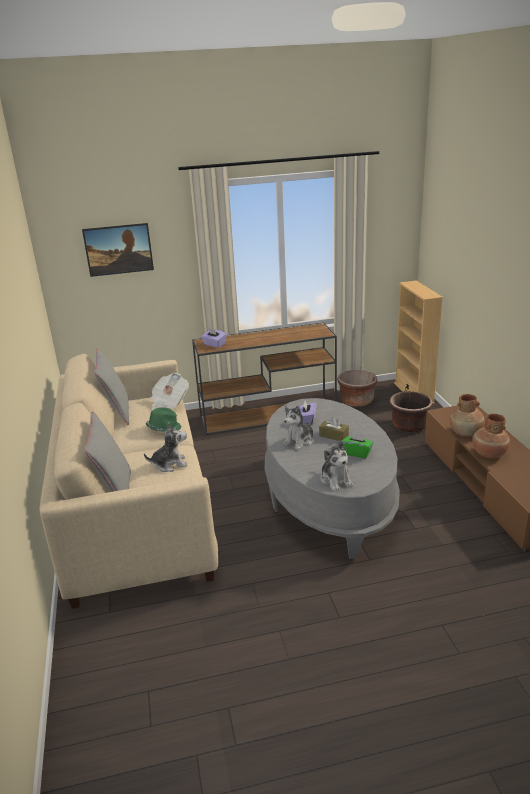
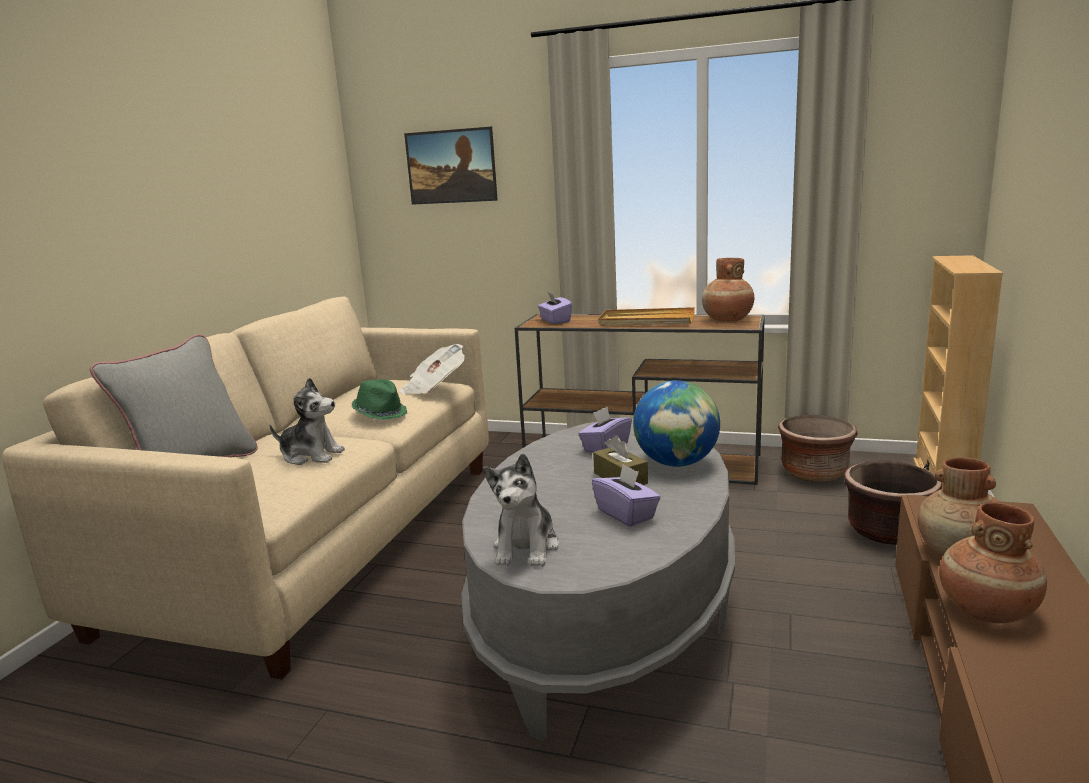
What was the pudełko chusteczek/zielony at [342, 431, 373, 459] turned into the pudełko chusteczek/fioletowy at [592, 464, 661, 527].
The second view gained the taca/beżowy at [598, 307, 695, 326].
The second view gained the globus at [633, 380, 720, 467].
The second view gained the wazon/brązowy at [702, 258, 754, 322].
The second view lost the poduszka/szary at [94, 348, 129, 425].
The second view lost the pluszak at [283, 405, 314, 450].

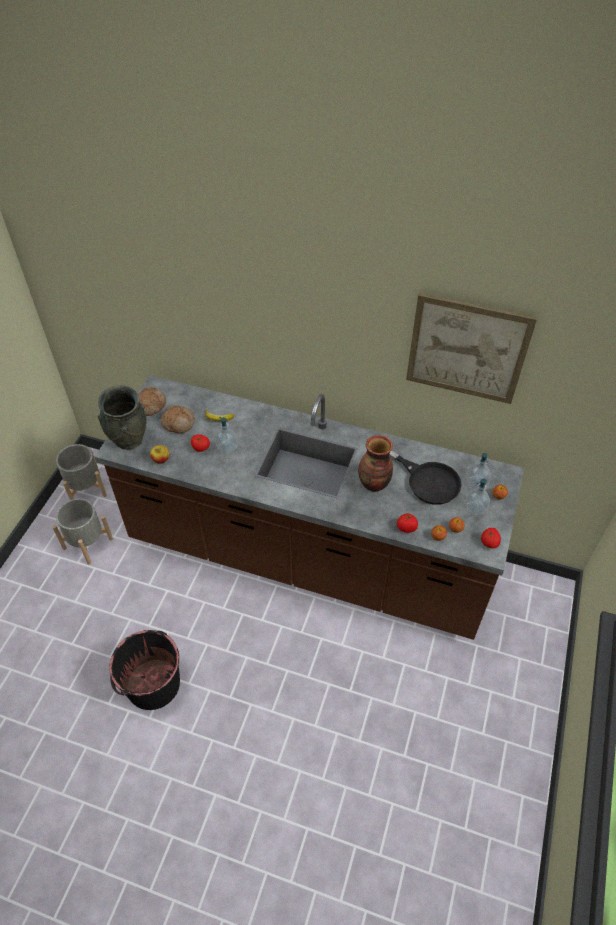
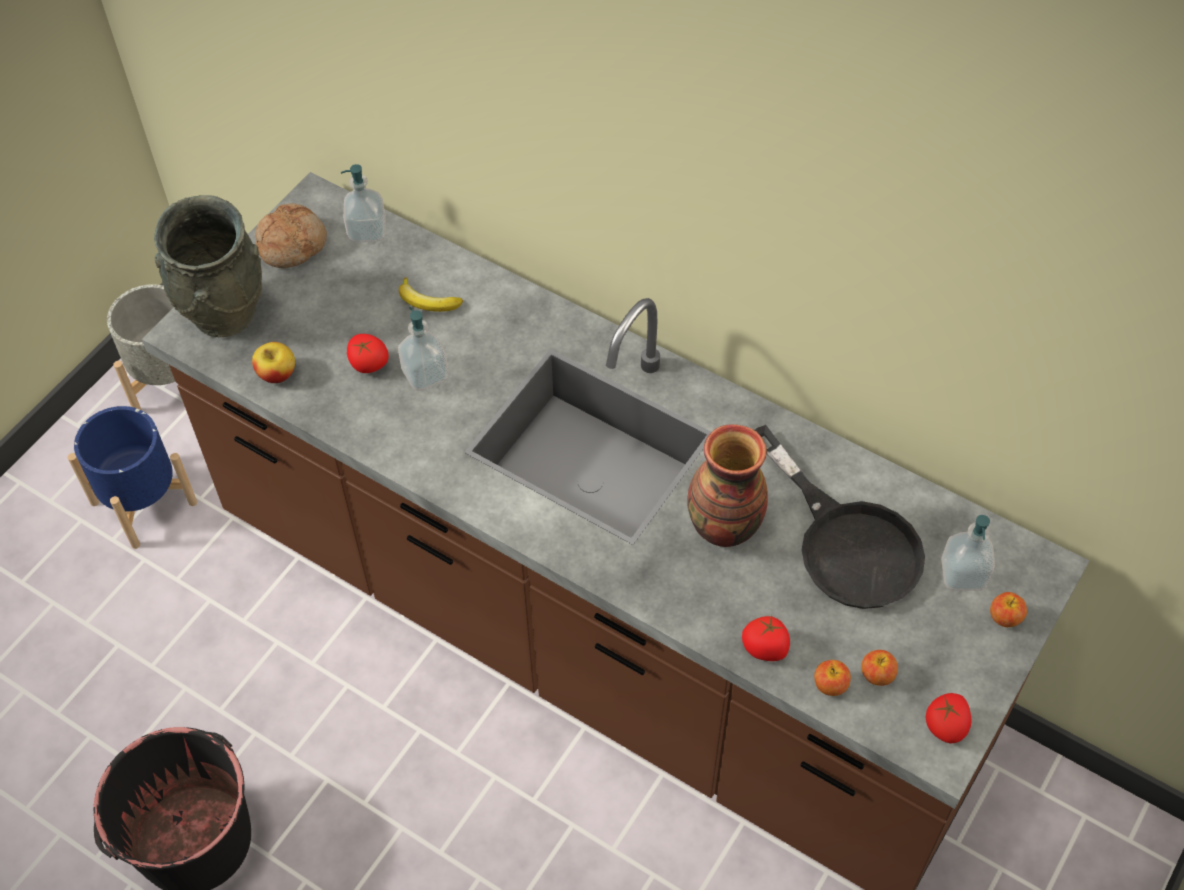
What was the donica/szary at [52, 498, 113, 564] turned into the donica/niebieski at [68, 406, 197, 549].
The dozownik mydła ended up elsewhere, having gone from [465, 479, 490, 516] to [341, 164, 386, 242].
The second view lost the chleb at [161, 405, 195, 434].
The second view lost the obraz at [406, 293, 537, 404].

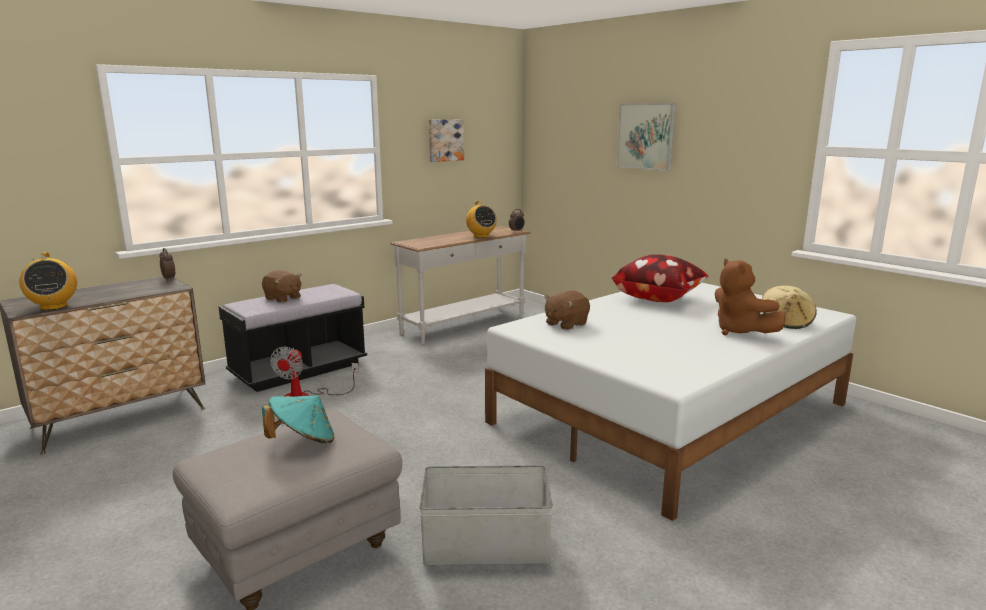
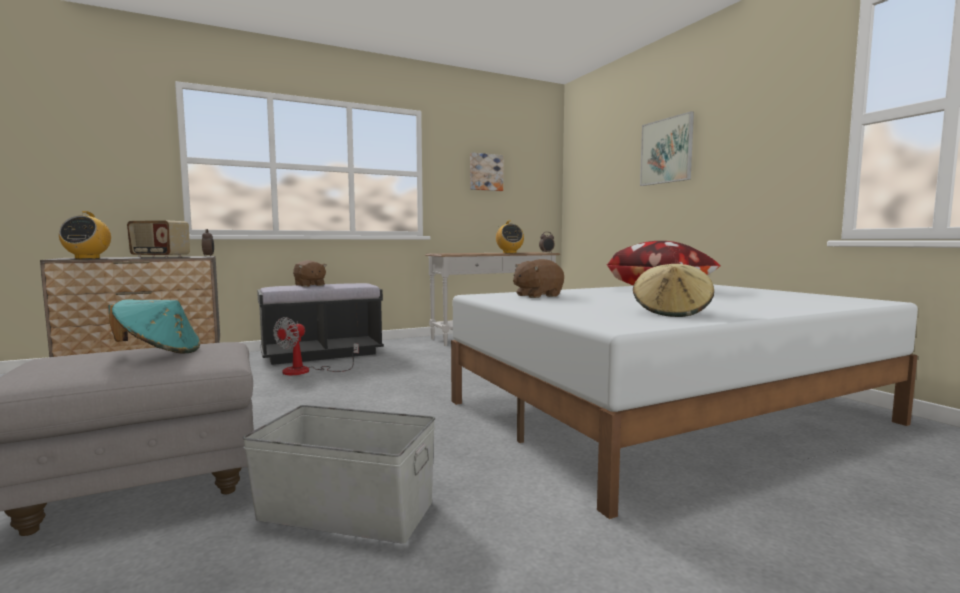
The second view gained the radio at [127, 220, 190, 258].
The kapelusz/beżowy ended up elsewhere, having gone from [762, 285, 817, 329] to [633, 264, 714, 317].
The second view lost the pluszak/brązowy at [715, 259, 785, 335].

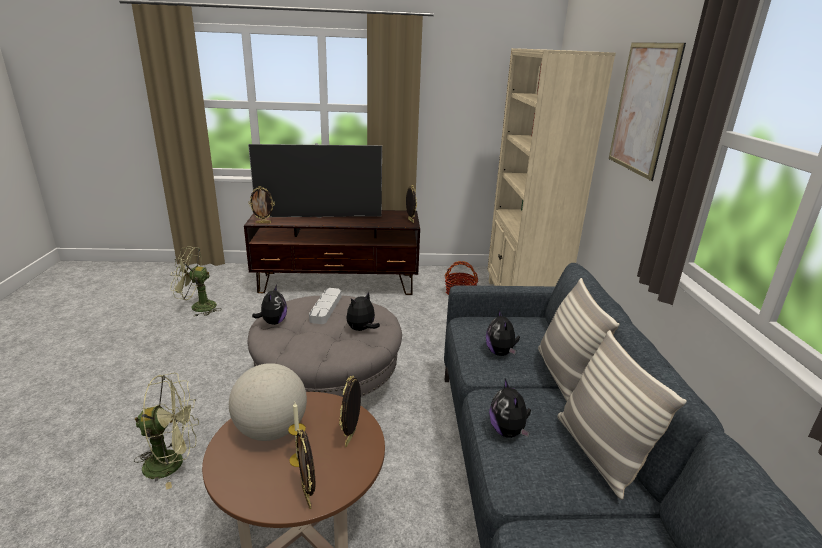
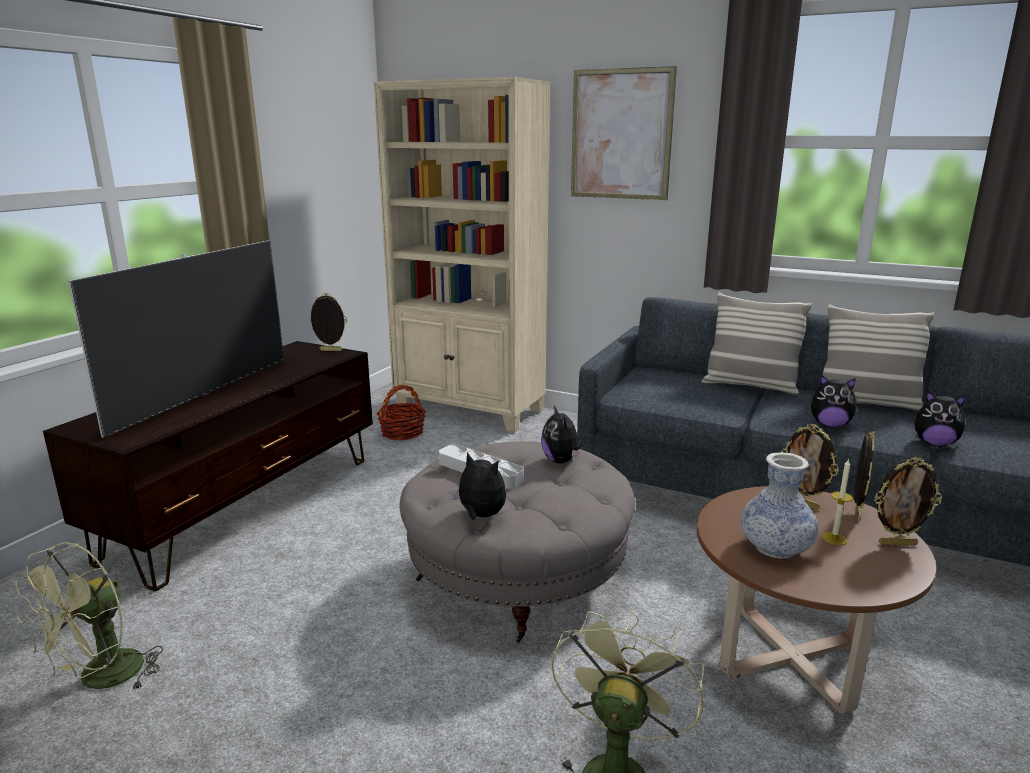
Where the globus stood at [229, 363, 307, 441], the wazon came to stand at [741, 453, 818, 559].
The ramka na zdjęcie ended up elsewhere, having gone from [248, 186, 275, 224] to [854, 431, 875, 521].
The pluszak ended up elsewhere, having gone from [486, 310, 520, 356] to [915, 391, 967, 446].

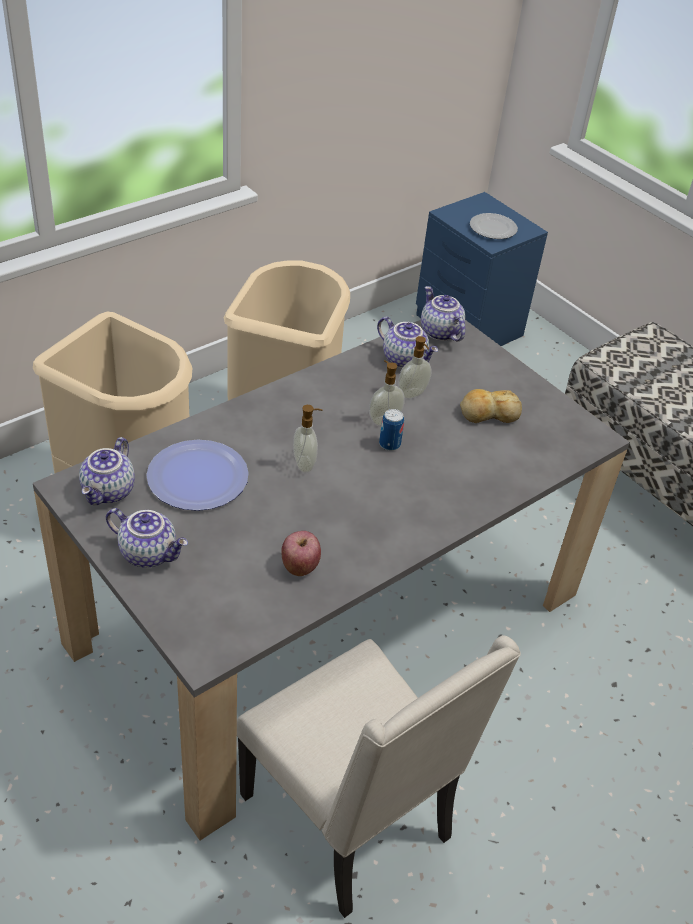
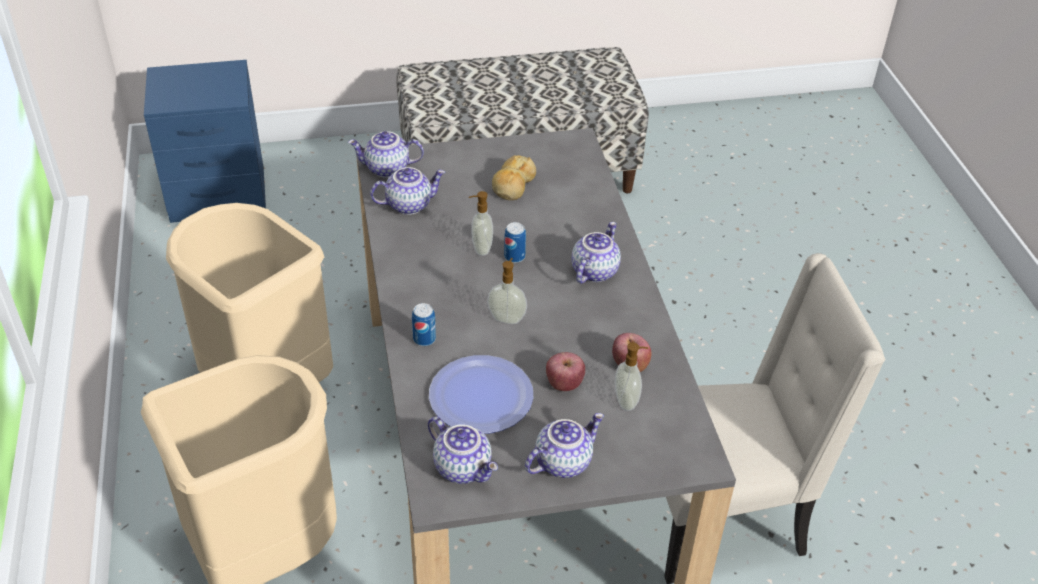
The second view gained the puszka at [412, 303, 436, 346].
The second view gained the jabłko at [546, 352, 585, 391].
The second view gained the imbryk at [572, 222, 621, 284].
The dozownik mydła ended up elsewhere, having gone from [398, 336, 432, 399] to [615, 342, 648, 411].
The second view lost the talerz at [470, 213, 518, 239].

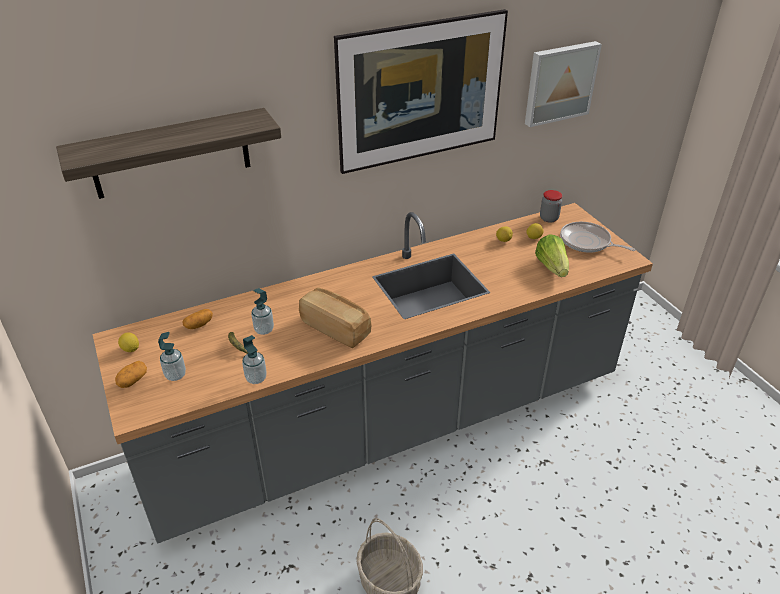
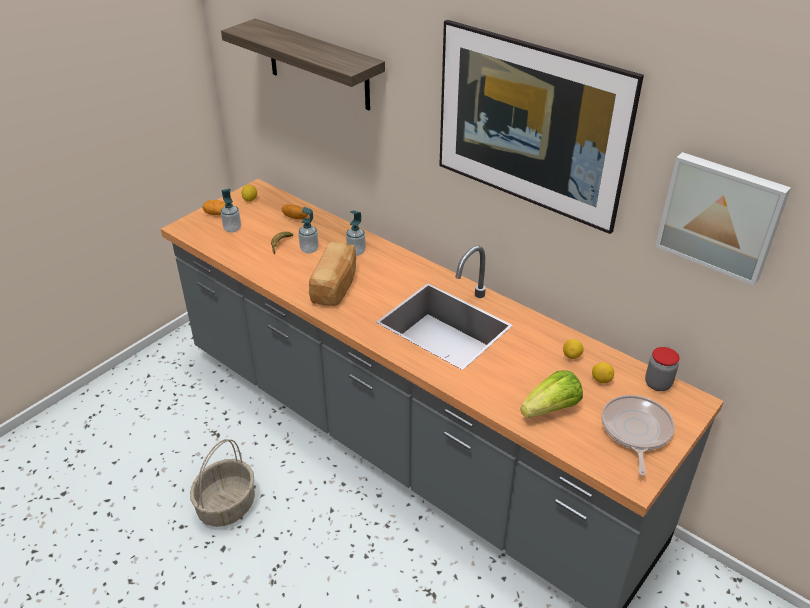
The dozownik mydła ended up elsewhere, having gone from [242, 335, 267, 384] to [346, 210, 366, 256].

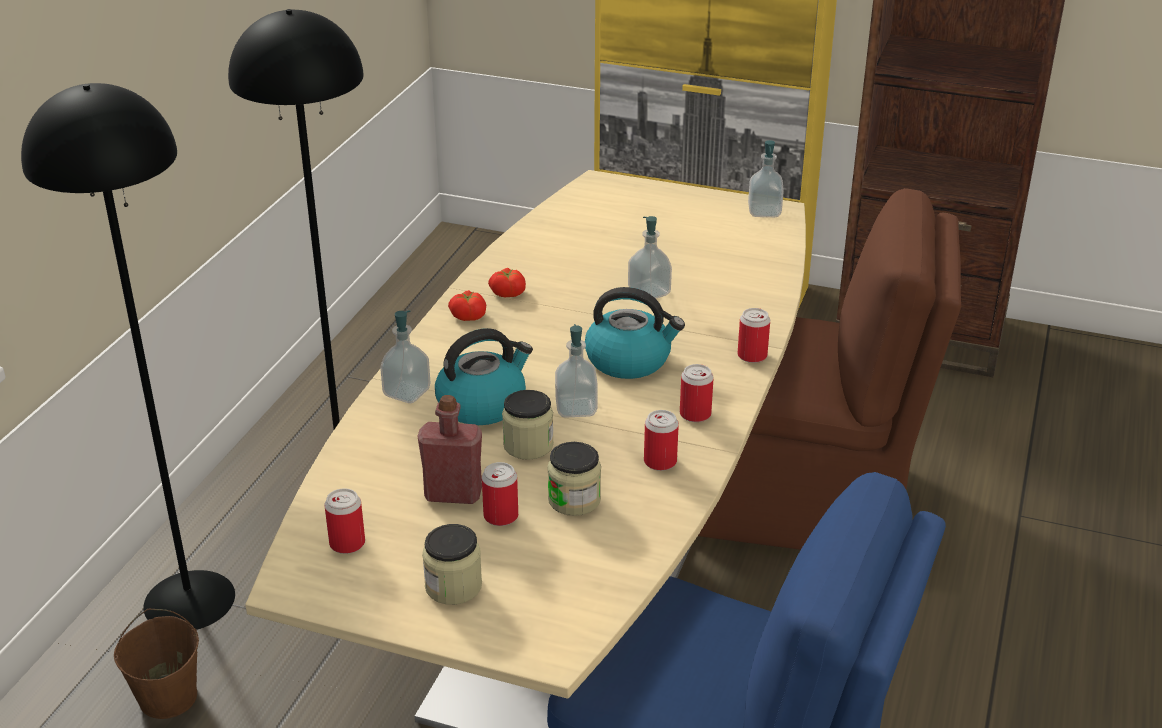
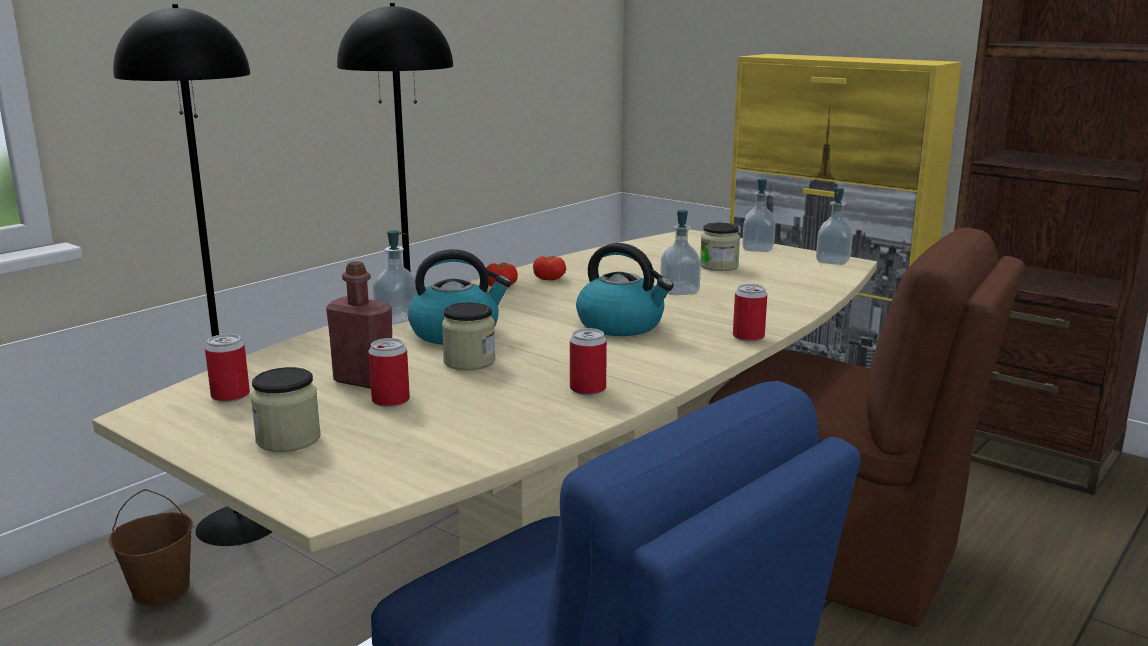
The słoik ended up elsewhere, having gone from [547, 442, 601, 516] to [700, 223, 740, 271].
The dozownik mydła ended up elsewhere, having gone from [555, 324, 598, 418] to [742, 179, 776, 252].
The second view lost the puszka at [680, 364, 714, 422].

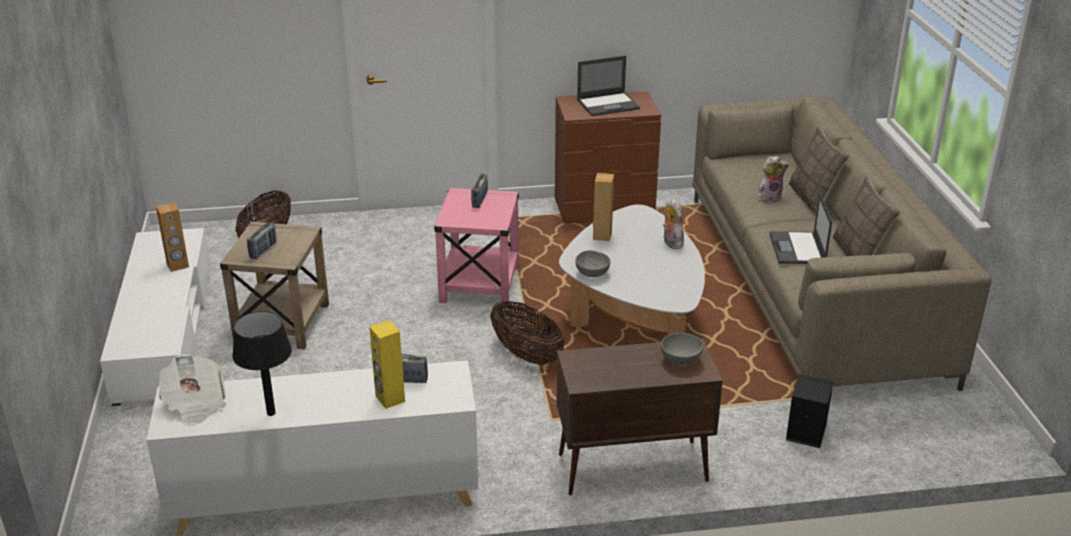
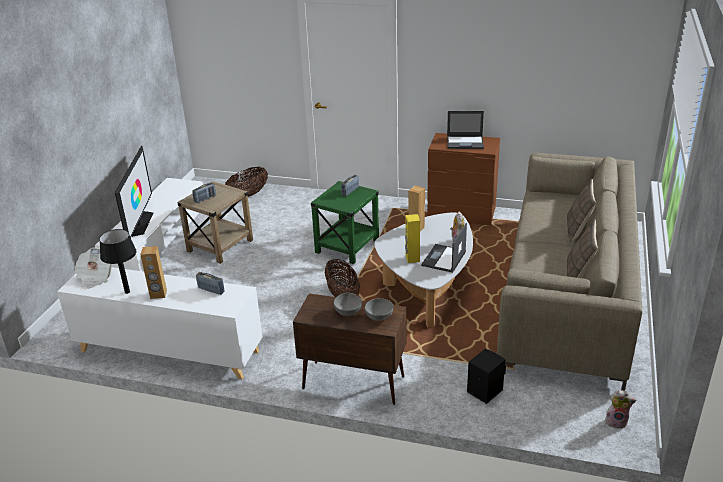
The second view gained the telewizor at [115, 146, 153, 237].
The głośnik/brązowy ended up elsewhere, having gone from [156, 202, 189, 272] to [140, 246, 167, 299].
What was the stolik/różowy at [434, 188, 519, 304] turned into the stolik/zielony at [311, 181, 379, 264].
The miska/szary ended up elsewhere, having gone from [575, 250, 610, 277] to [334, 293, 362, 316].
The głośnik/żółty ended up elsewhere, having gone from [369, 320, 405, 409] to [405, 214, 420, 263].
The laptop ended up elsewhere, having gone from [770, 192, 832, 264] to [421, 223, 467, 273].
The pluszak ended up elsewhere, having gone from [758, 156, 789, 203] to [605, 390, 637, 429].

